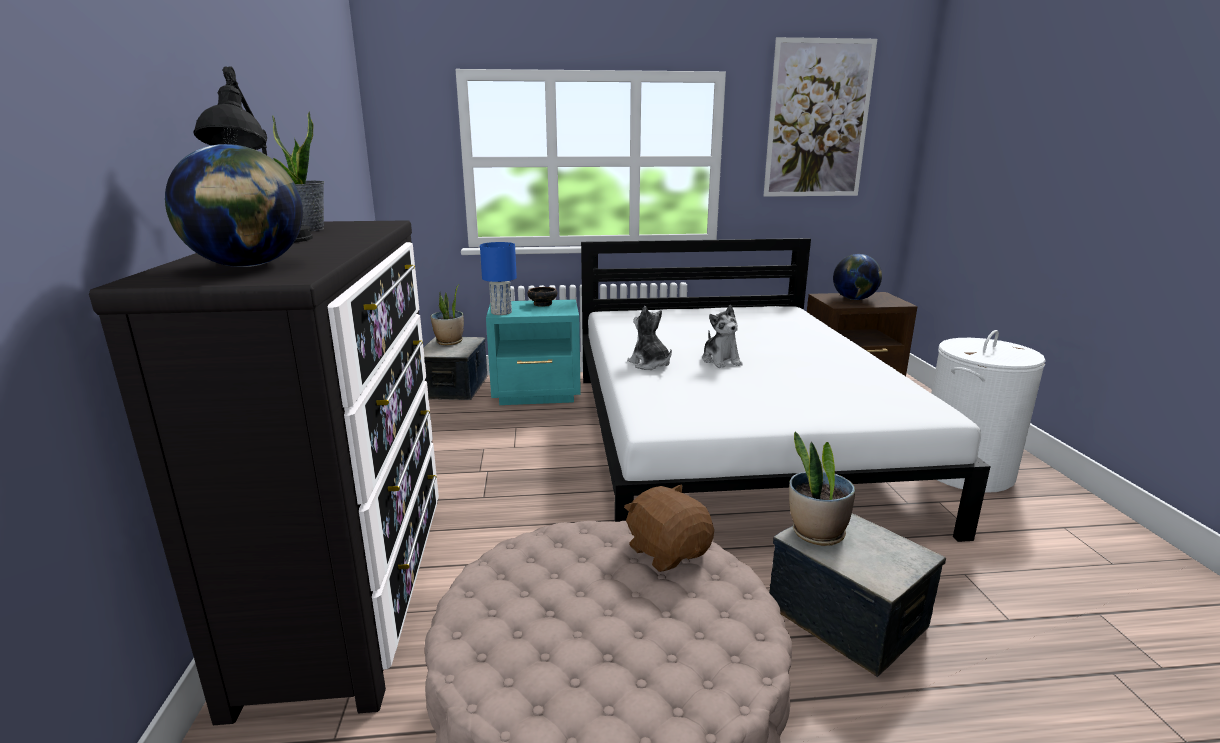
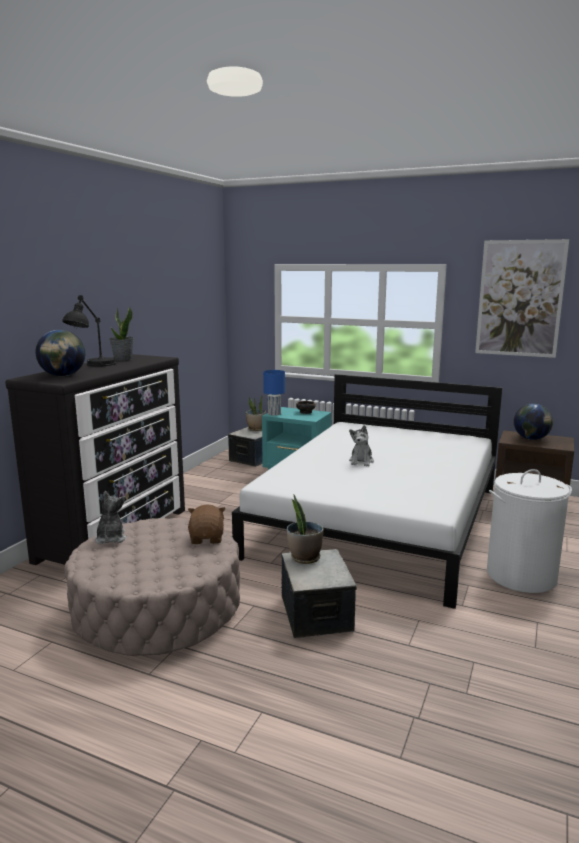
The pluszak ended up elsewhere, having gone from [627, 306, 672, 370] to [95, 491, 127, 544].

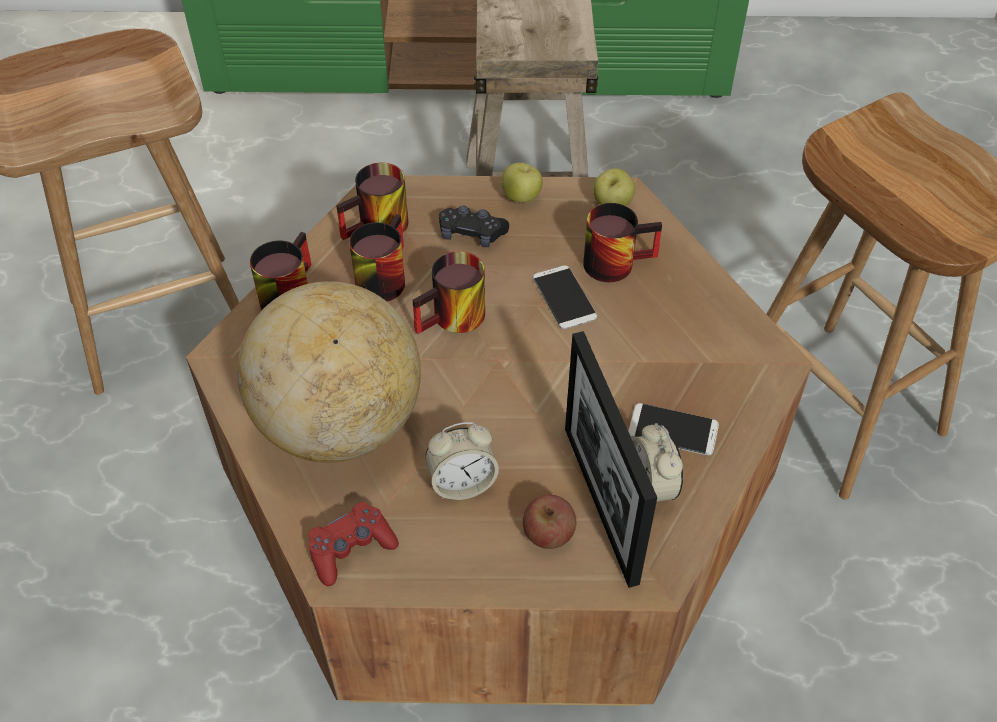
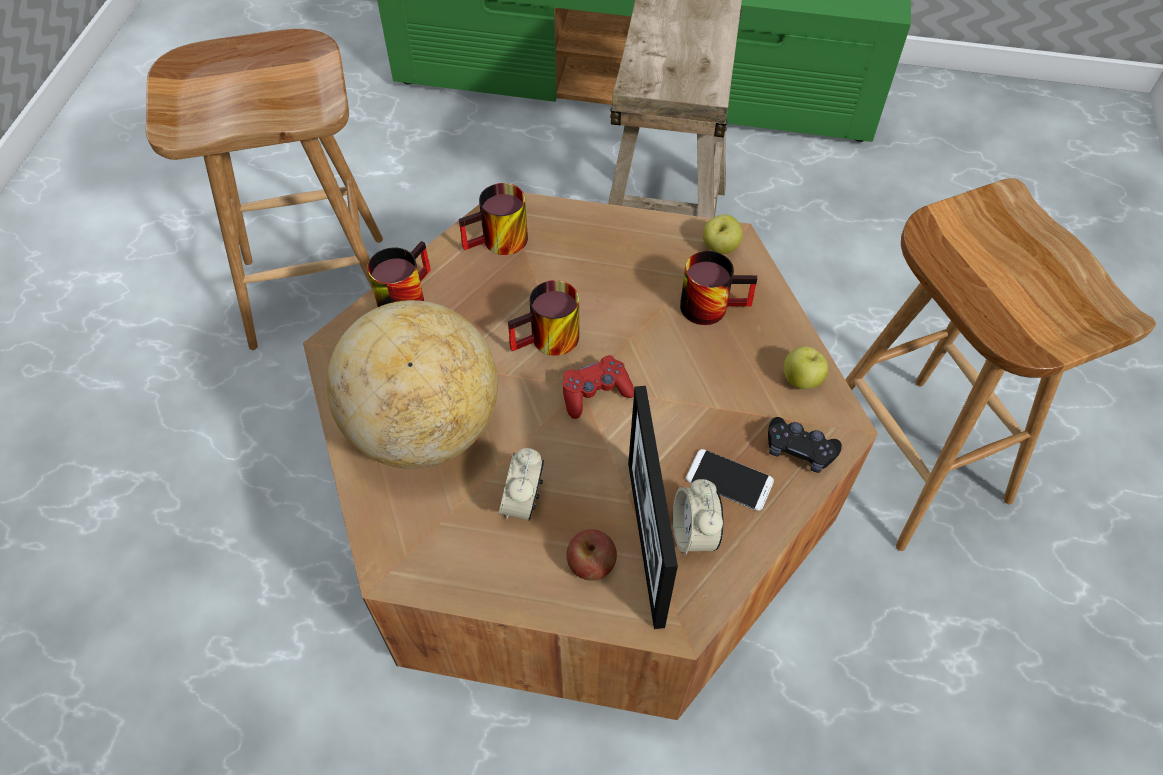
The budzik at [425, 422, 499, 500] ended up facing another way, 105 degrees clockwise from before.
The pad do gier/czerwony ended up elsewhere, having gone from [308, 502, 399, 586] to [563, 355, 634, 419].
The pad do gier/czarny ended up elsewhere, having gone from [439, 205, 509, 247] to [768, 417, 842, 473].
The jabłko ended up elsewhere, having gone from [501, 163, 543, 203] to [784, 346, 828, 389].
The second view lost the kubek at [349, 214, 405, 302].
The second view lost the telefon at [533, 265, 597, 329].

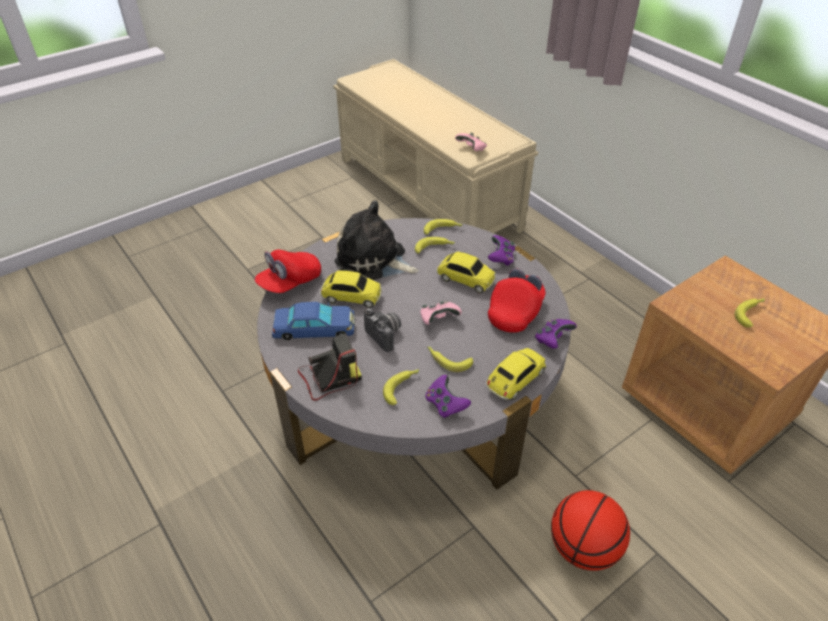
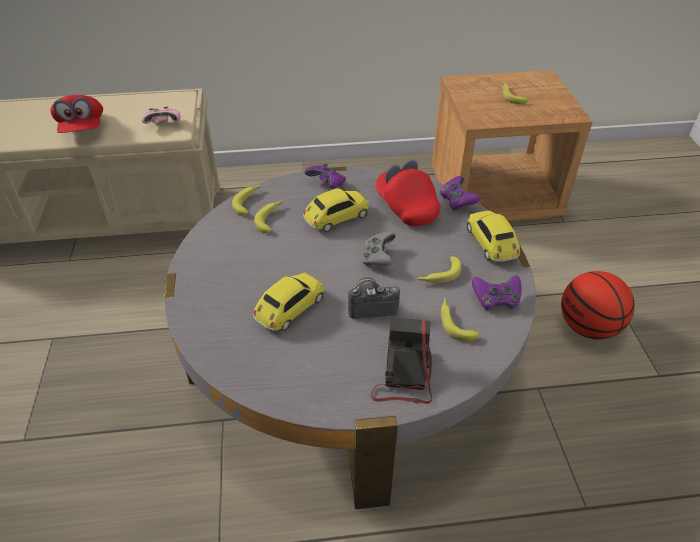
The czapka z daszkiem/czerwony ended up elsewhere, having gone from [254, 250, 321, 293] to [50, 95, 103, 133].
What was the pad do gier/różowy at [420, 301, 462, 325] turned into the pad do gier/szary at [362, 232, 396, 267].
The second view lost the samochodzik/niebieski at [272, 302, 355, 340].
The second view lost the pluszak at [335, 200, 419, 280].

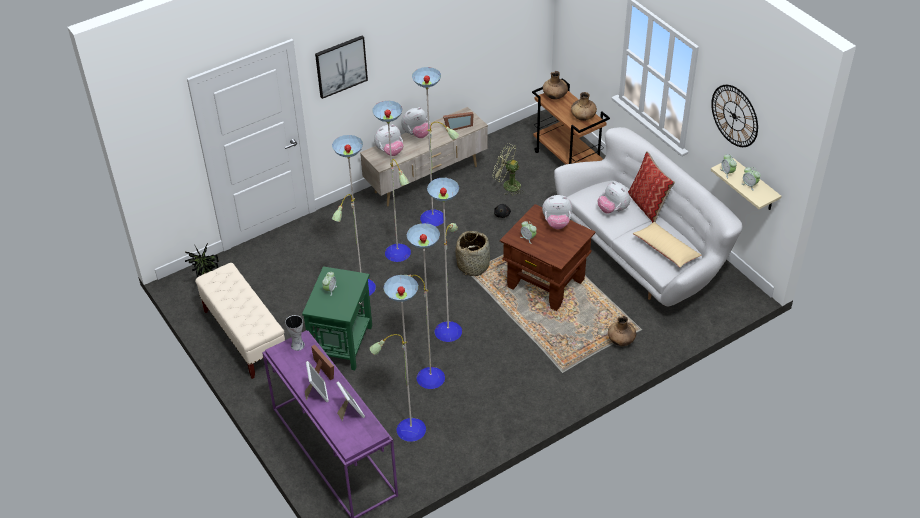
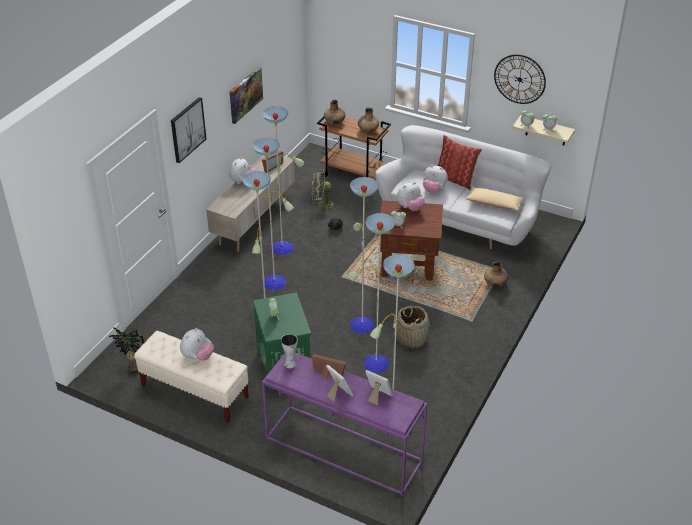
The pluszak ended up elsewhere, having gone from [374, 124, 403, 156] to [180, 328, 214, 361].
The second view gained the obraz at [230, 67, 263, 124].
The koszyk ended up elsewhere, having gone from [456, 231, 490, 276] to [396, 306, 429, 349].

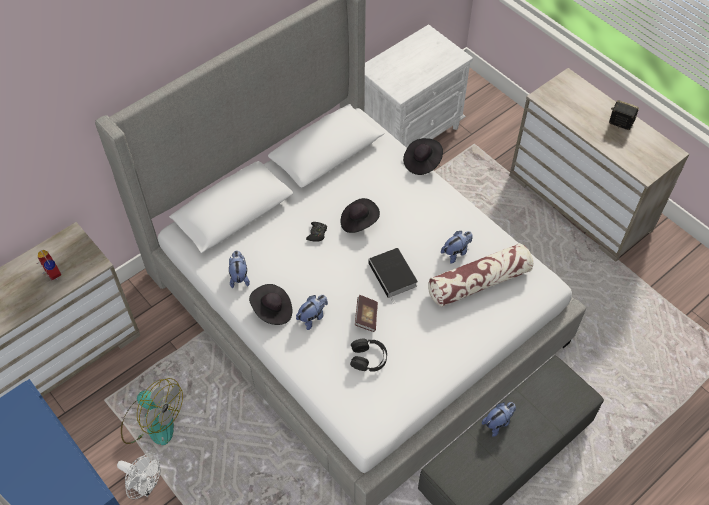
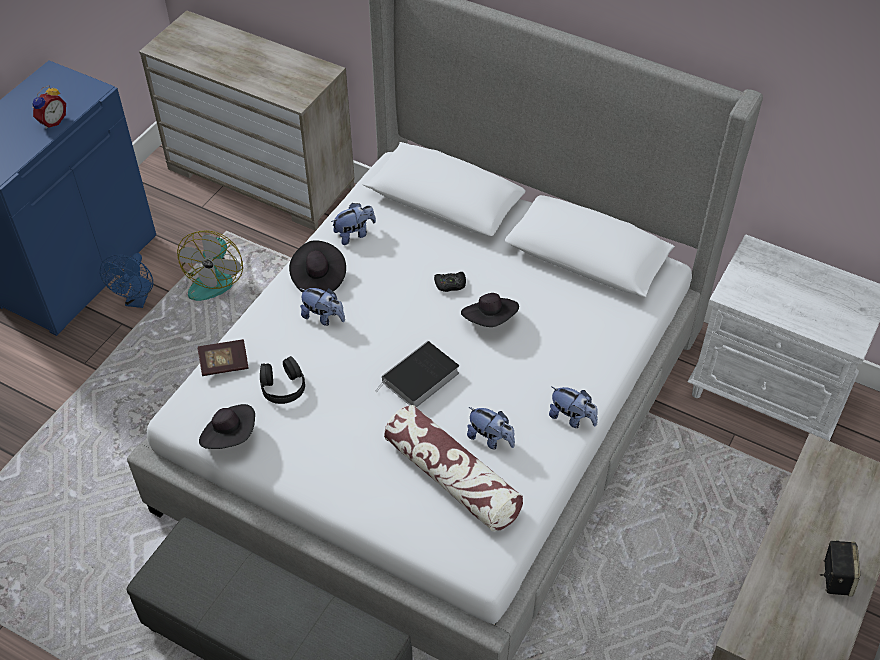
The budzik ended up elsewhere, having gone from [37, 250, 61, 280] to [32, 85, 66, 129].
What was the wentylator/biały at [117, 453, 160, 499] turned into the wentylator/niebieski at [100, 253, 153, 308].
The książka ended up elsewhere, having gone from [355, 295, 378, 332] to [198, 339, 249, 376].
The kapelusz/czarny ended up elsewhere, having gone from [403, 138, 443, 175] to [199, 404, 255, 449].
The pluszak ended up elsewhere, having gone from [482, 402, 516, 437] to [549, 387, 598, 428].

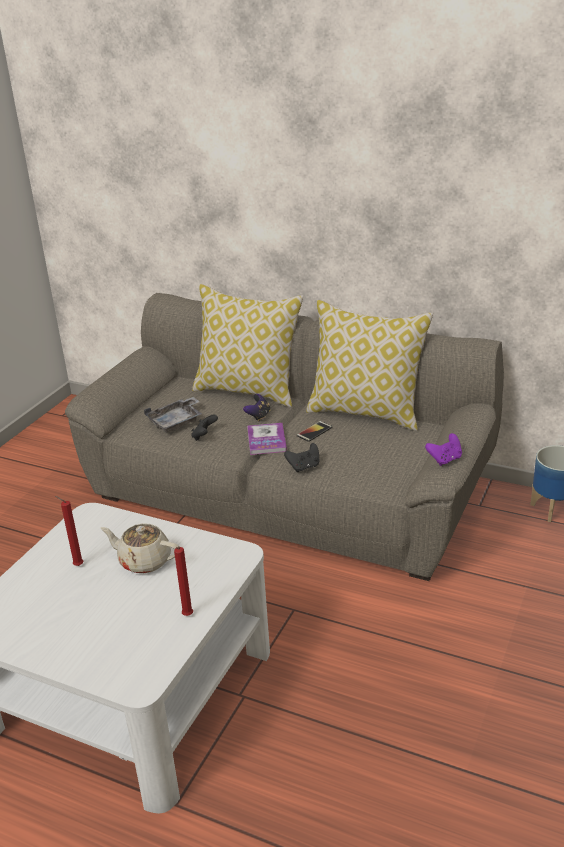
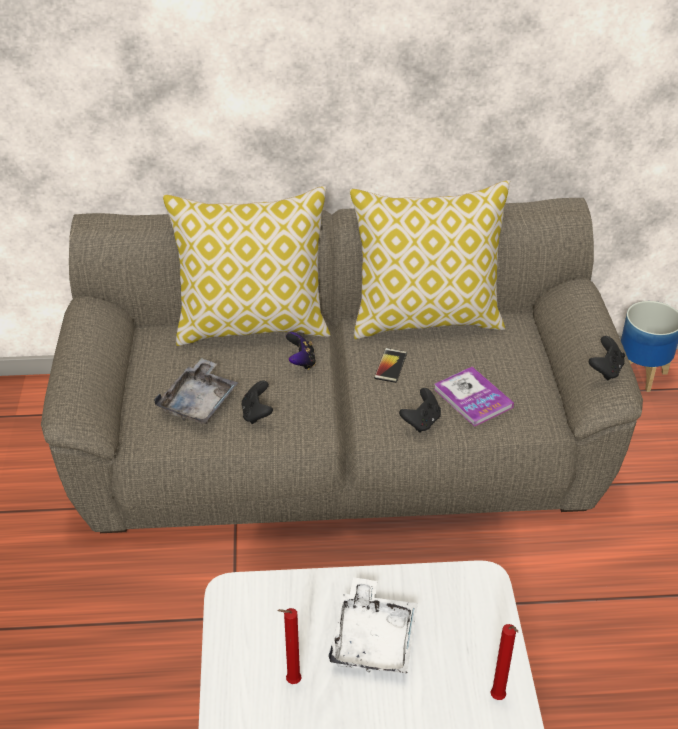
Where the imbryk/beżowy stood at [101, 524, 179, 573], the taca/biały came to stand at [328, 577, 418, 673].
The książka ended up elsewhere, having gone from [247, 423, 287, 455] to [434, 367, 514, 427].
What was the pad do gier/fioletowy at [425, 433, 462, 466] turned into the pad do gier/czarny at [589, 336, 625, 380].

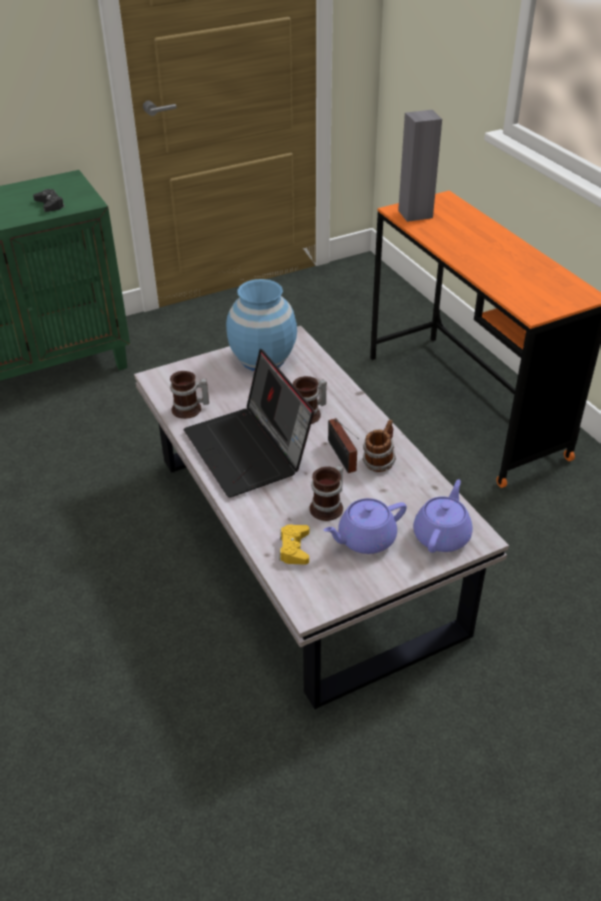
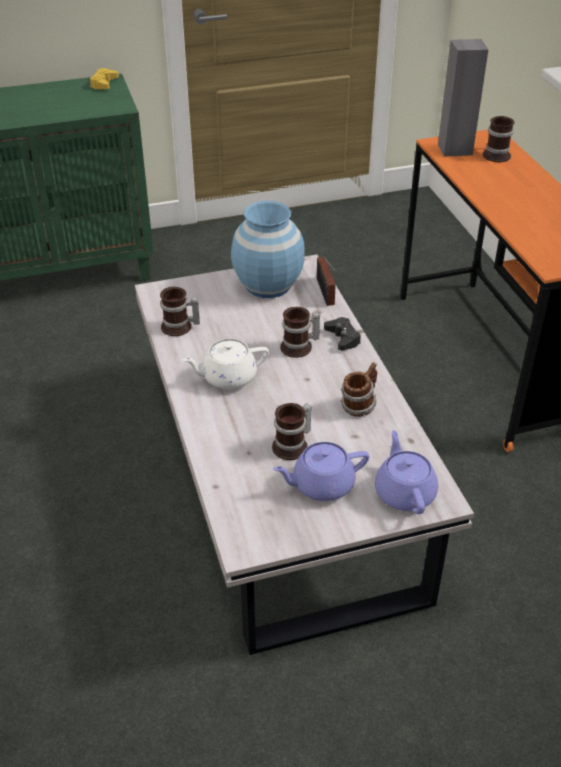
The pad do gier/żółty ended up elsewhere, having gone from [279, 524, 309, 565] to [90, 68, 119, 89].
Where the laptop stood at [183, 349, 314, 497], the imbryk/biały came to stand at [182, 339, 269, 390].
The radio ended up elsewhere, having gone from [328, 418, 359, 473] to [317, 257, 336, 306].
The pad do gier/czarny ended up elsewhere, having gone from [33, 189, 65, 212] to [324, 317, 361, 351].
The imbryk/fioletowy at [413, 479, 473, 553] ended up facing another way, 45 degrees counterclockwise from before.
The second view gained the kubek at [483, 116, 515, 162].

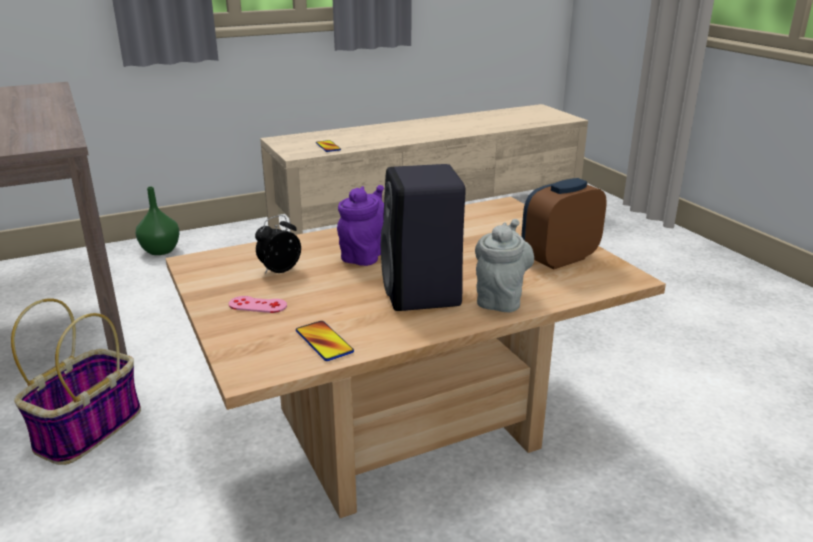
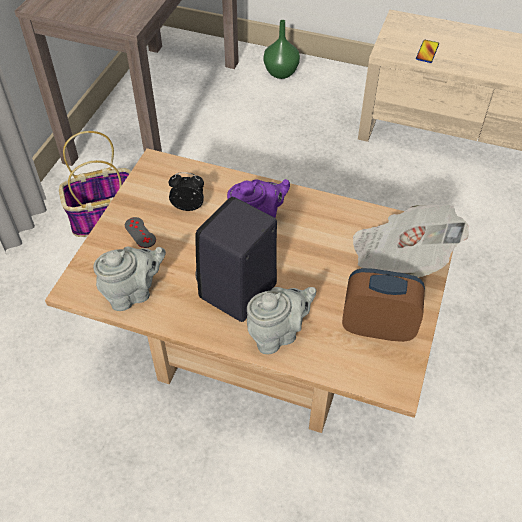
Where the telefon stood at [296, 321, 354, 361], the imbryk/szary came to stand at [93, 246, 166, 311].
What was the pad do gier/różowy at [229, 296, 287, 313] turned into the pad do gier/szary at [125, 217, 156, 248].
The second view gained the gazeta at [353, 204, 469, 277].

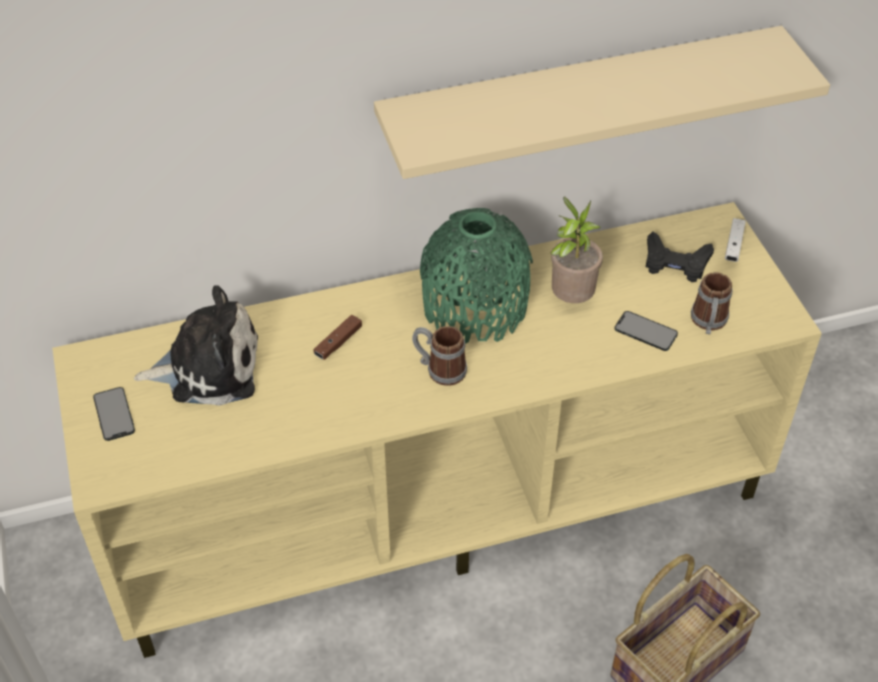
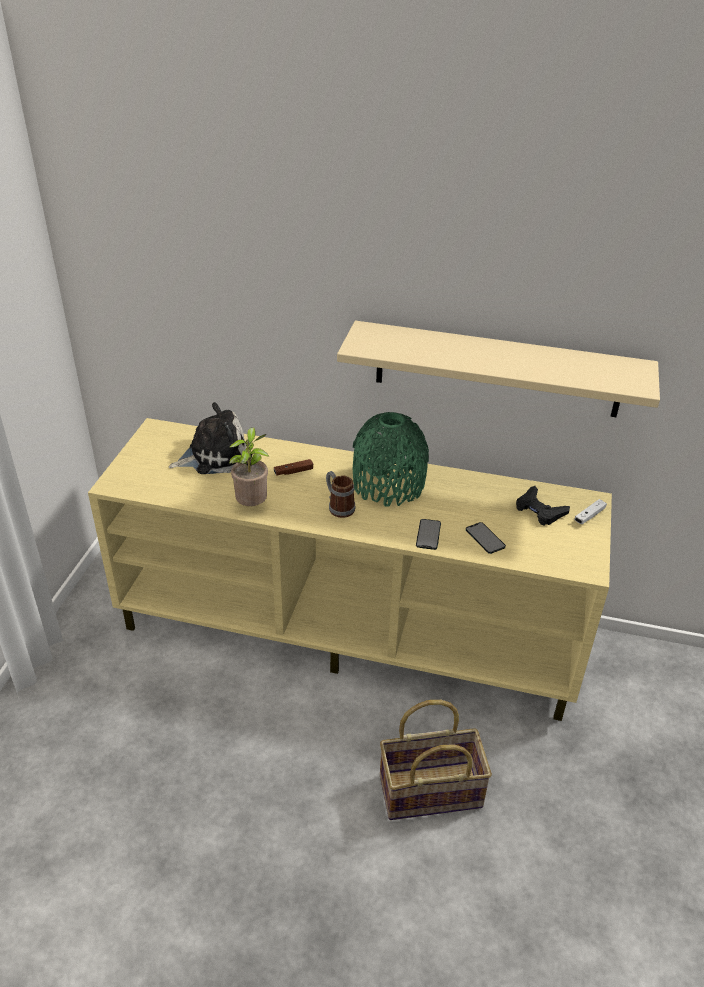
The pluszak at [134, 285, 258, 406] ended up facing another way, 45 degrees counterclockwise from before.
The roślina doniczkowa ended up elsewhere, having gone from [550, 196, 603, 303] to [229, 427, 269, 506].
The telefon ended up elsewhere, having gone from [93, 387, 135, 441] to [416, 519, 441, 550].
The second view lost the kubek at [691, 272, 733, 334].

